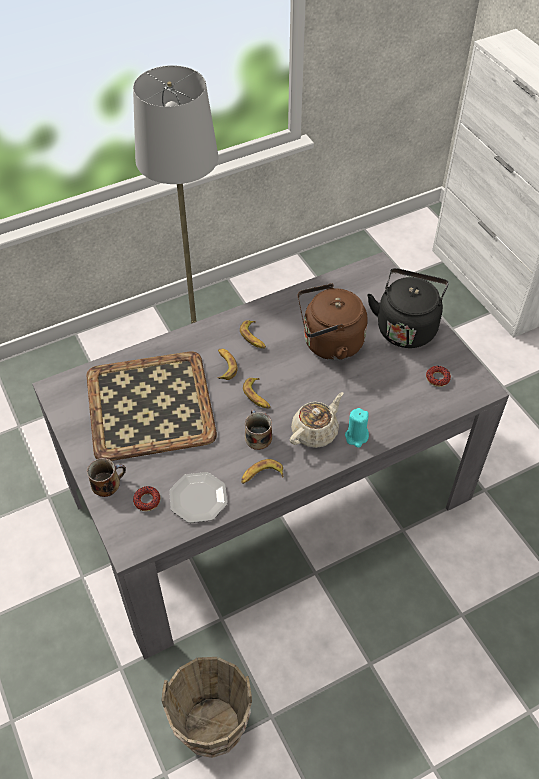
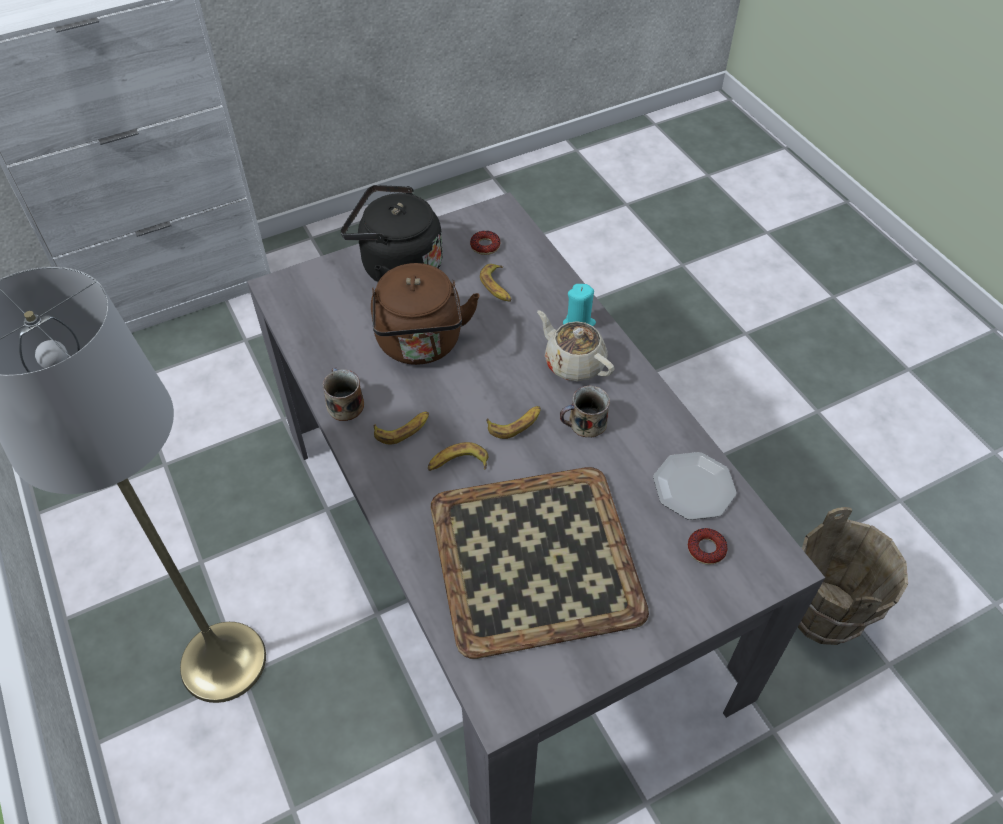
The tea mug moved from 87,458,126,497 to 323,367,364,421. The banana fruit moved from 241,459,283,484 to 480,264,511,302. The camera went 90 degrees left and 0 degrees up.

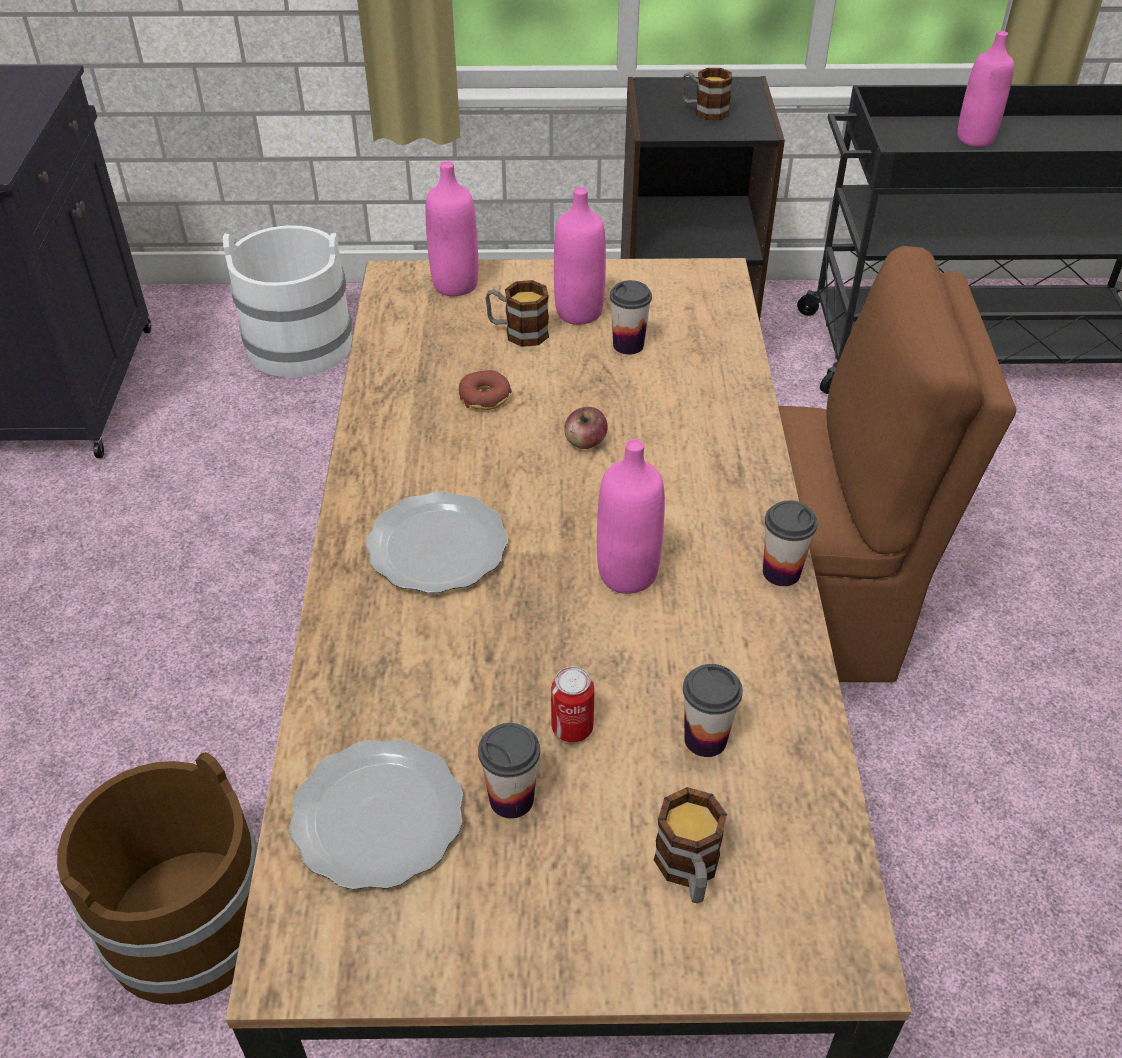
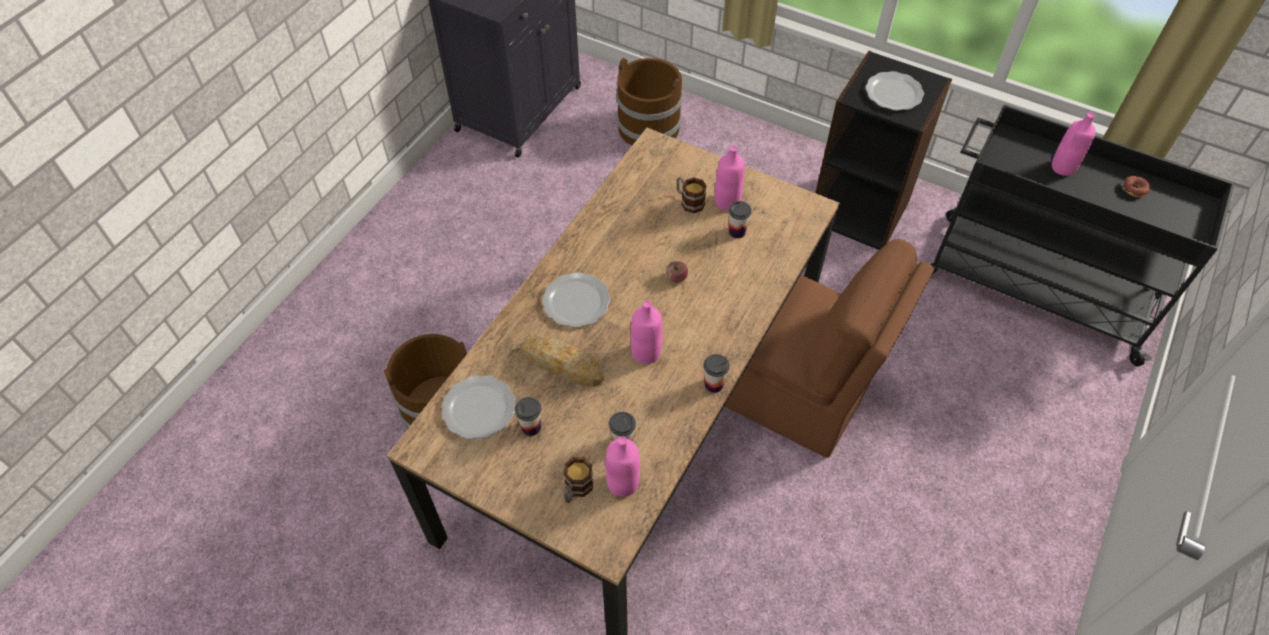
The tea mug at 682,68,732,121 was replaced by the dinner plate at 865,71,924,111. The drink bottle/pinkish moved from 425,161,478,296 to 605,436,640,497. The bucket/white at 223,225,352,377 became the bucket/brown-coloured at 616,58,682,145. The donut moved from 459,370,512,410 to 1123,176,1151,197. The metal can at 551,666,594,742 disappeared. The bread at 521,336,604,387 appeared. The camera went 30 degrees right and 10 degrees up.

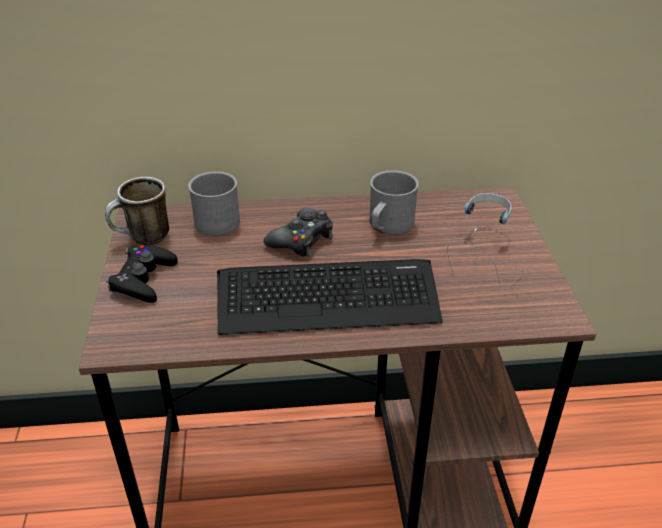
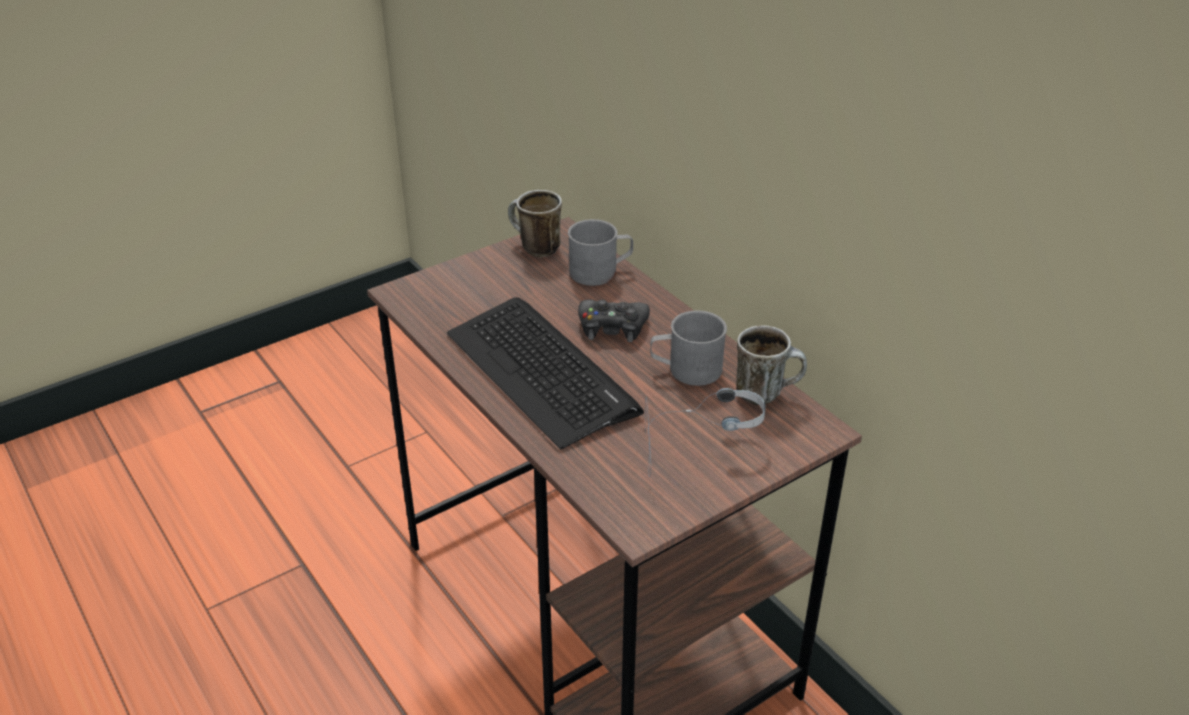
The game controller/black at 106,245,178,303 disappeared. The tea mug at 736,325,807,405 appeared. The camera went 60 degrees right and 0 degrees up.

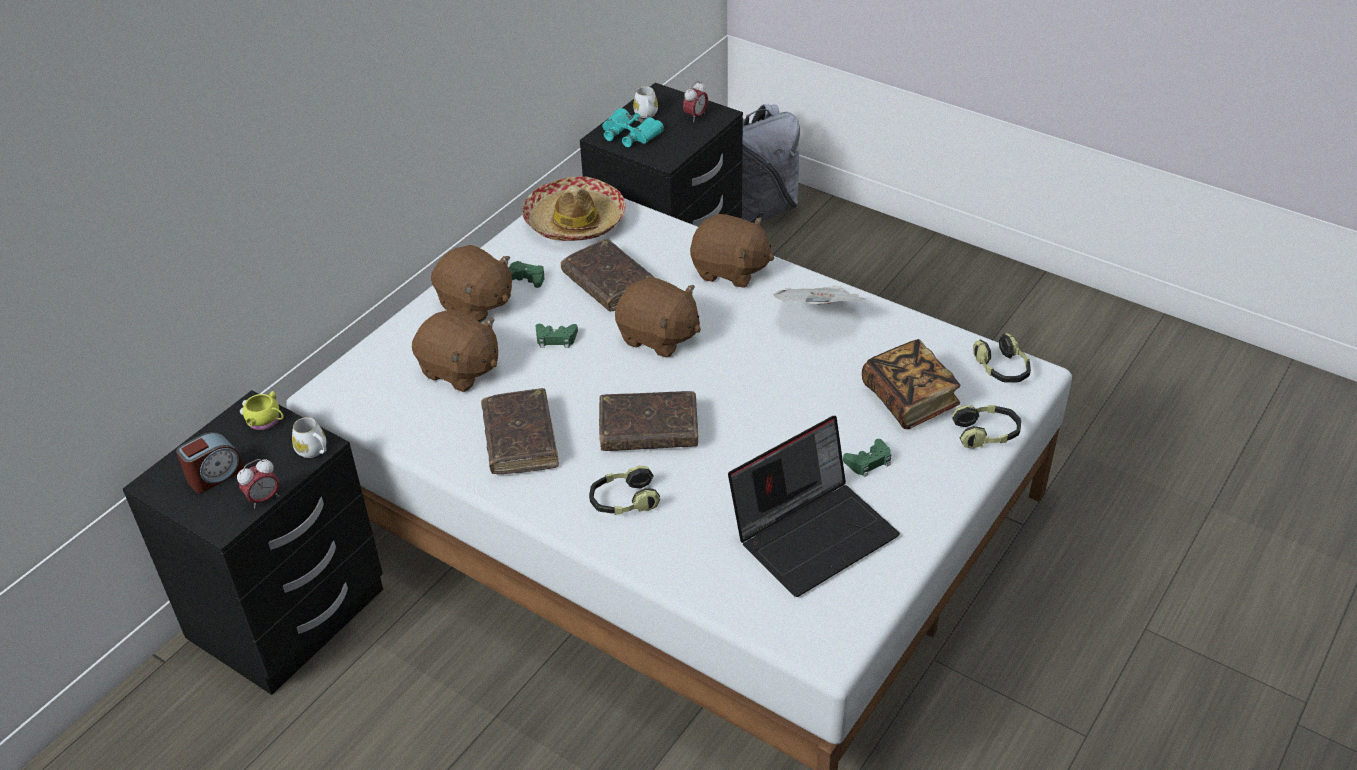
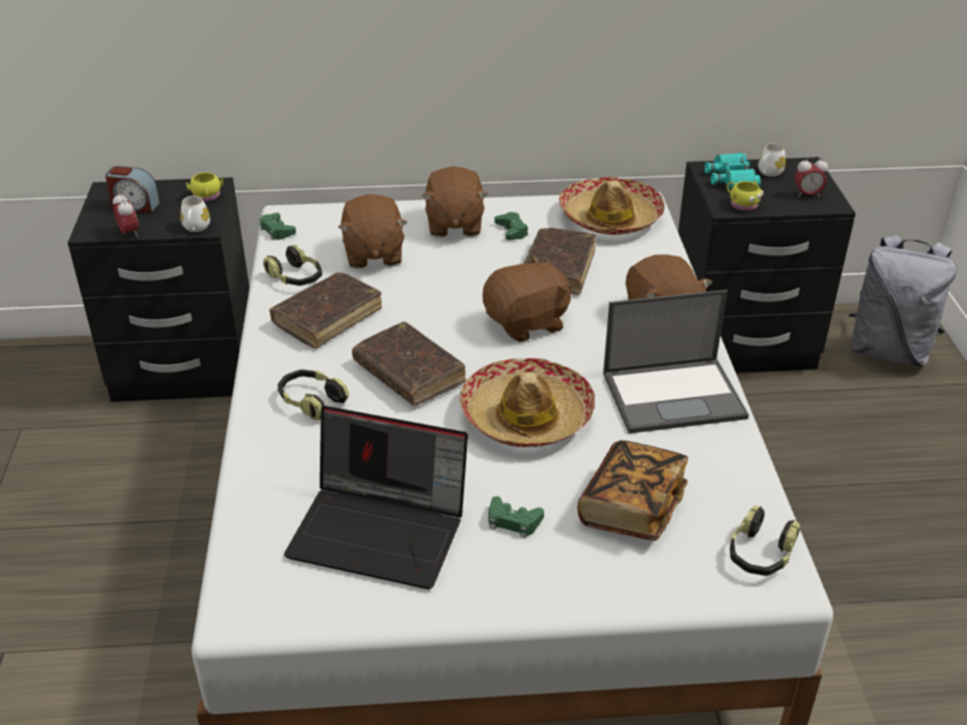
The cuddly toy/brown-coloured at 615,277,701,358 turned 105 degrees counterclockwise. The printed paper at 773,286,865,305 was replaced by the portable computer at 603,290,749,434. The game controller/green moved from 535,324,578,348 to 259,213,296,241. The pair of headphones moved from 952,405,1021,449 to 263,245,322,286. The bedside clock at 237,459,279,509 turned 135 degrees counterclockwise. The tea mug/yellow-coloured at 727,180,764,211 appeared. The hat at 459,358,595,447 appeared. The camera went 50 degrees right and 5 degrees down.

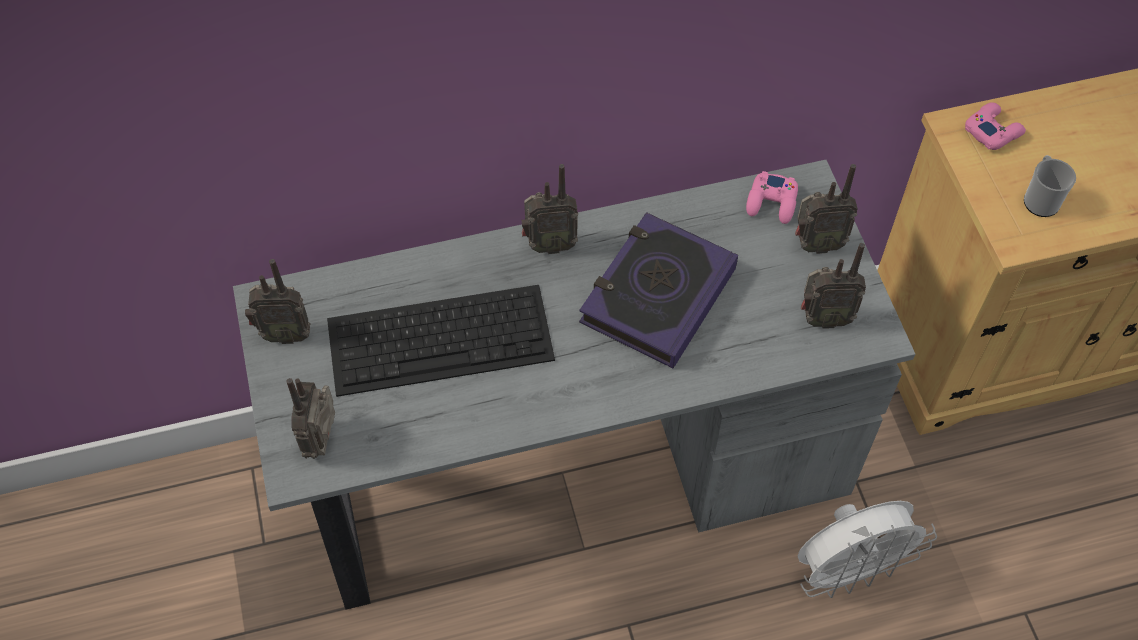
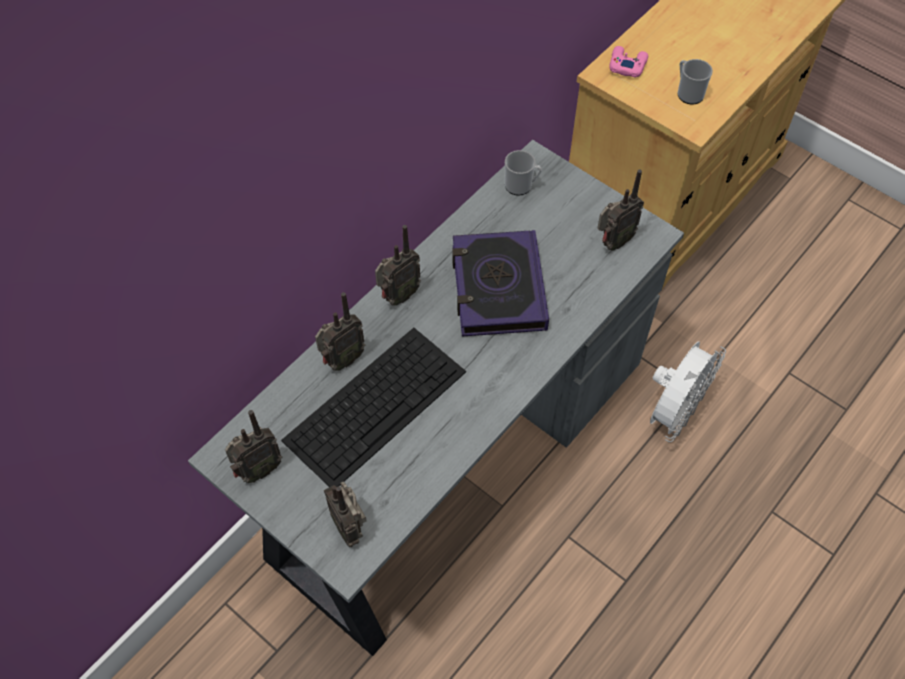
The radio moved from 795,164,858,254 to 315,292,365,371. The game controller/pinkish at 746,171,798,224 was replaced by the tea mug at 505,150,542,196. The camera went 35 degrees left and 0 degrees up.

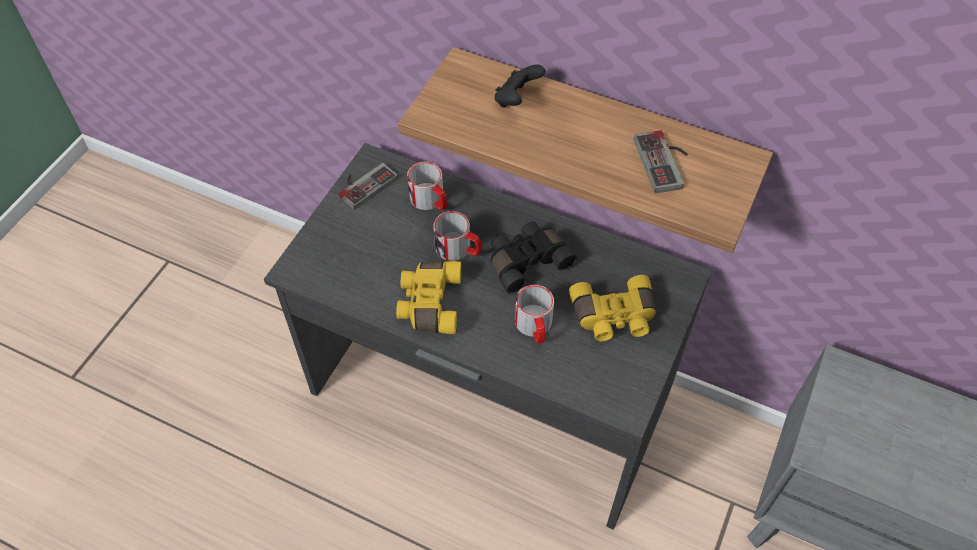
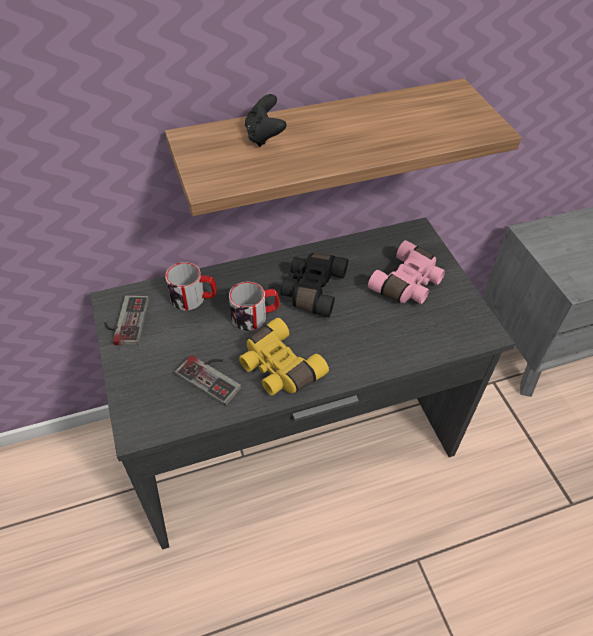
The game controller moved from 634,130,688,193 to 175,355,241,406. The field glasses/yellow-coloured at 569,275,656,341 became the field glasses/pinkish at 368,240,445,304. The tea mug at 515,285,554,344 disappeared. The camera went 45 degrees left and 5 degrees down.

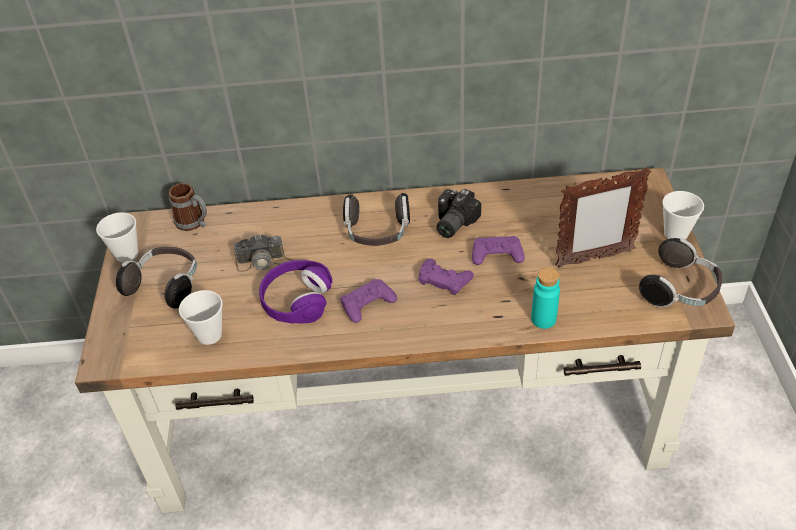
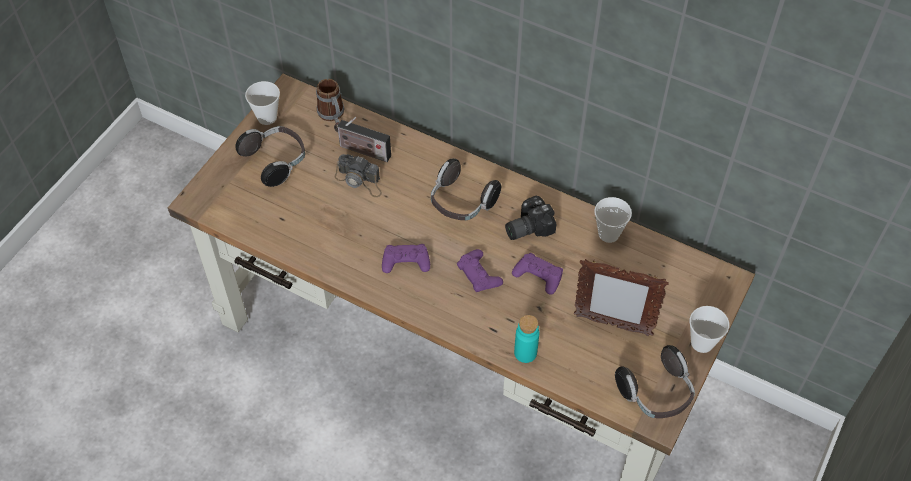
The pair of headphones/purplish at 259,260,333,323 disappeared. The cup moved from 179,290,223,345 to 594,197,632,243. The radio at 334,117,391,162 appeared. The camera went 30 degrees right and 10 degrees up.

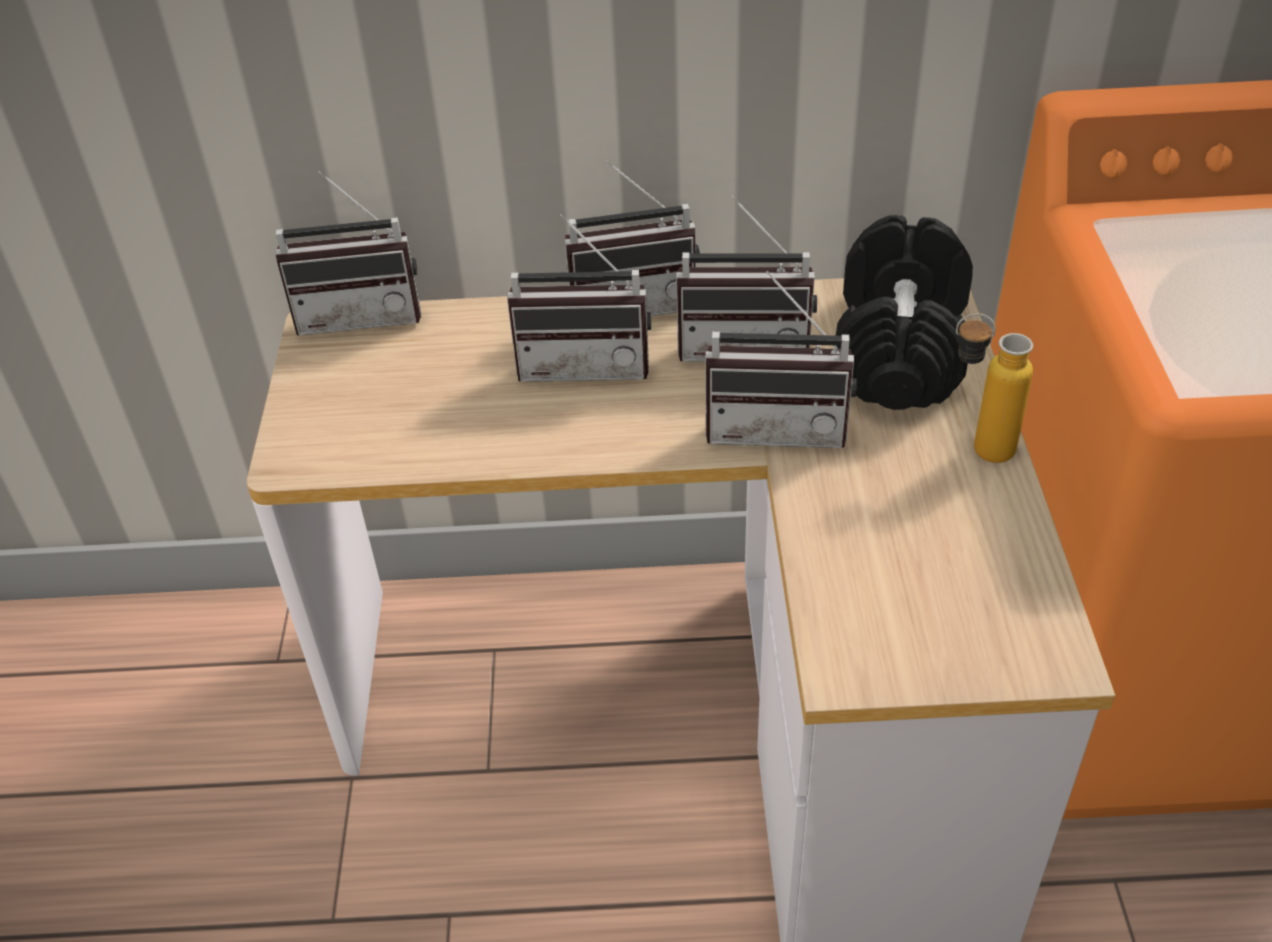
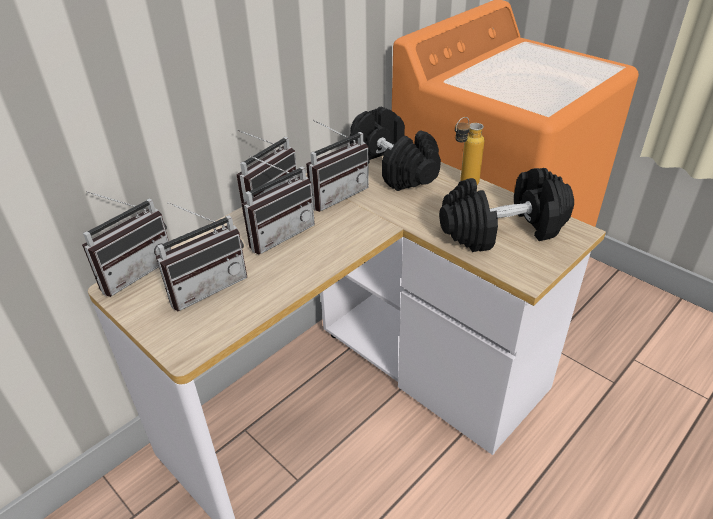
The radio moved from 705,271,856,448 to 156,202,247,311. The hand weight/black at 439,168,574,252 appeared. The camera went 45 degrees left and 5 degrees down.

